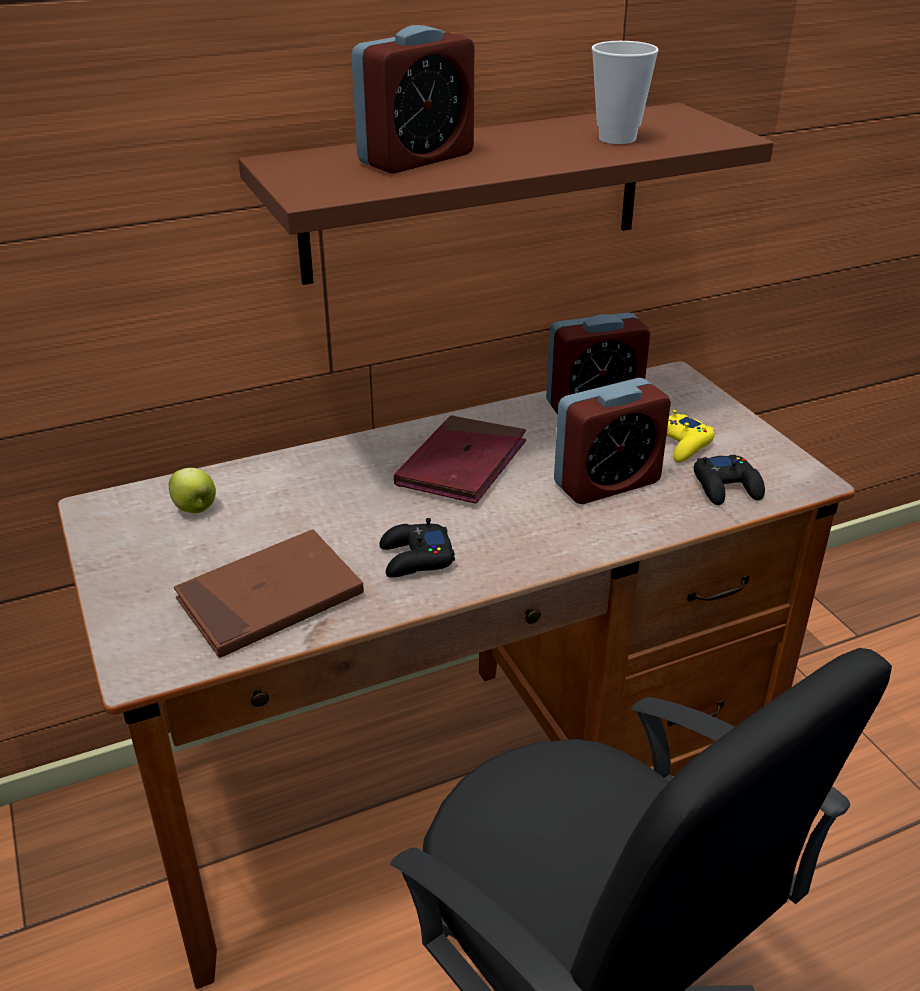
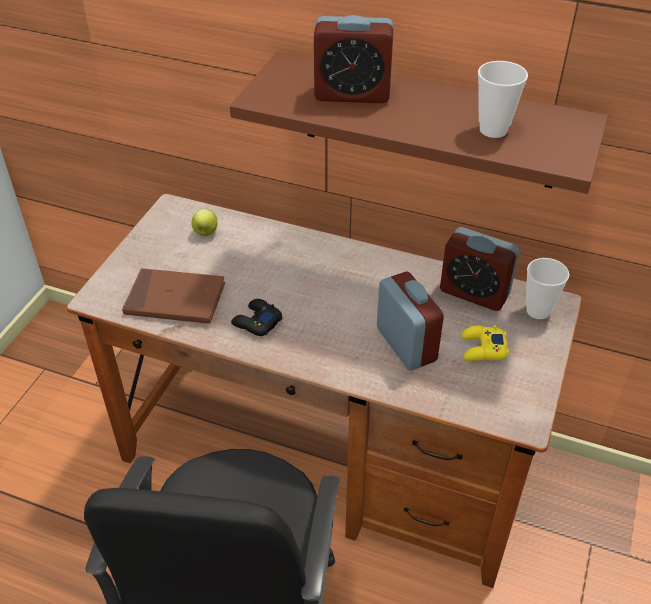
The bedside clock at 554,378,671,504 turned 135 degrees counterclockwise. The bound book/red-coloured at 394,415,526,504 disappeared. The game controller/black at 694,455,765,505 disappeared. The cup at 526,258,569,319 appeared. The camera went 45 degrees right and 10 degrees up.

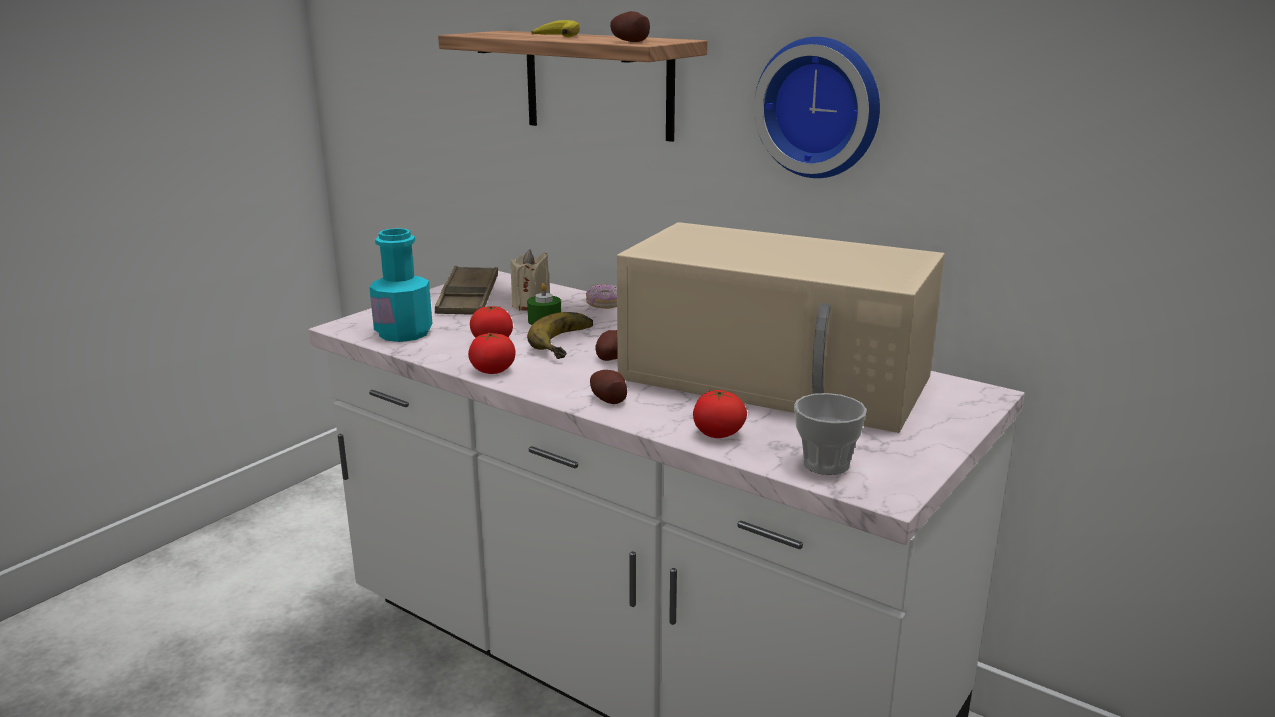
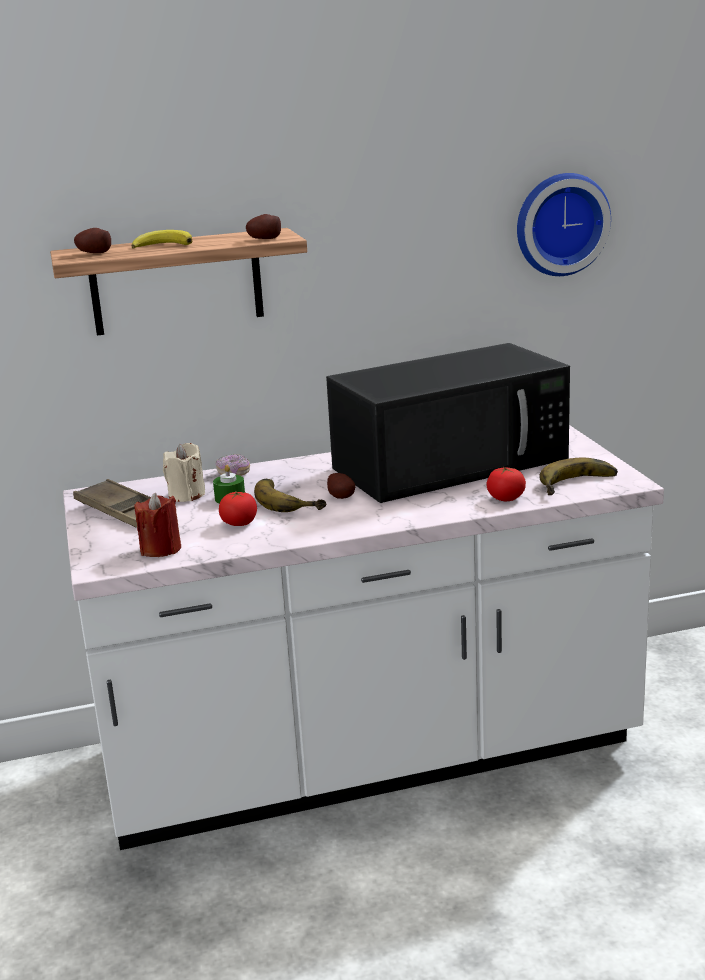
The clock on the wall moved from 754,37,880,178 to 517,173,611,276. The microwave/beige at 617,222,945,433 became the microwave/black at 326,343,570,503. The drink bottle/blue-green at 369,228,432,342 was replaced by the wax light/red-coloured at 135,492,181,557. The tomato at 468,332,515,374 disappeared. The potato moved from 590,370,627,404 to 74,228,111,253. The cup at 794,393,867,475 was replaced by the banana fruit at 539,458,618,495. The camera went 50 degrees left and 0 degrees up.

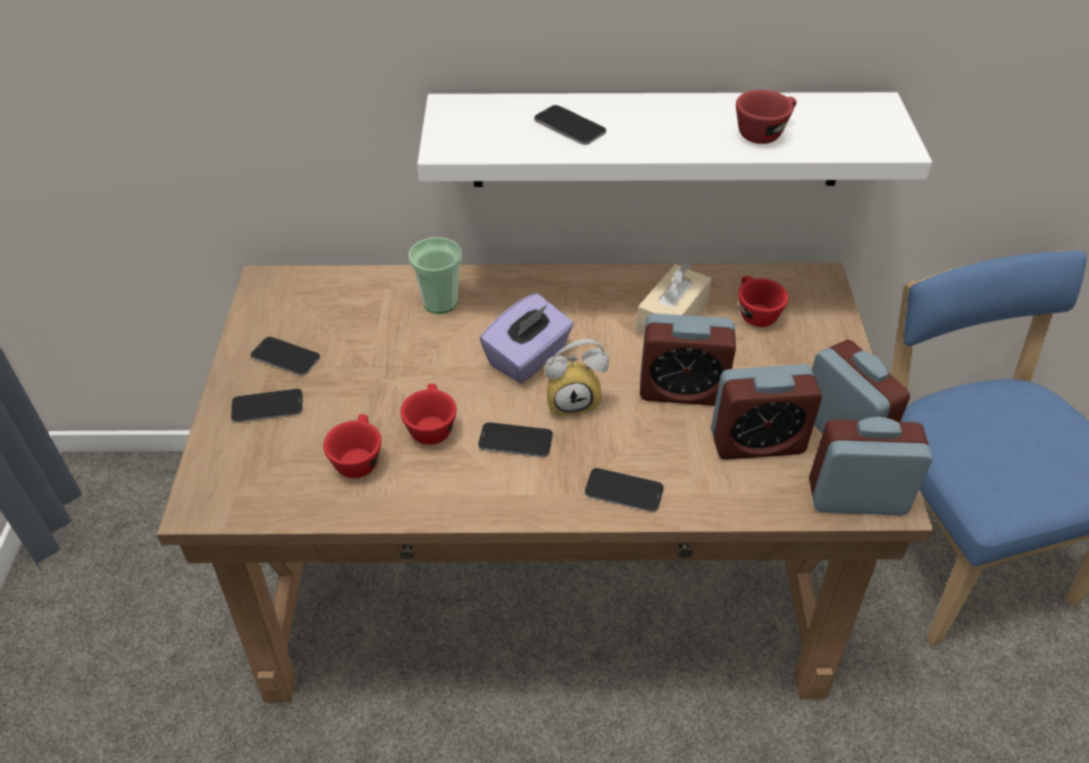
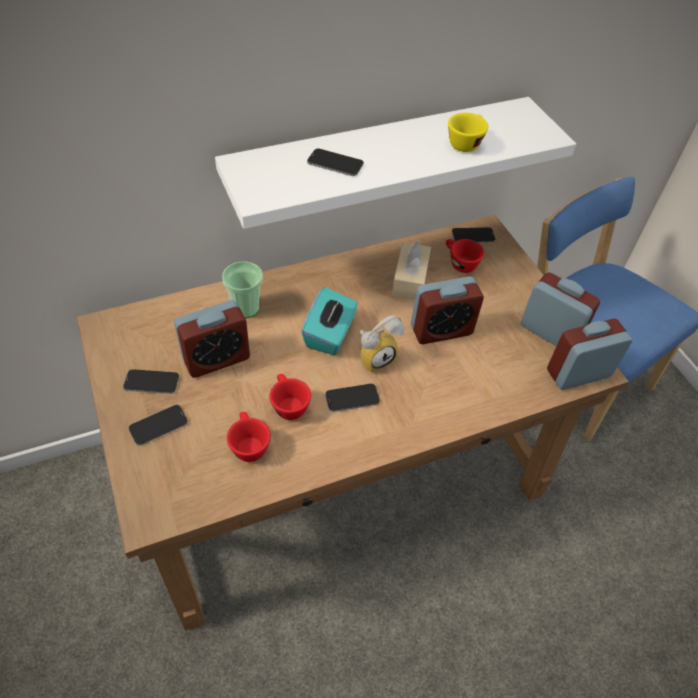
The cup/red-coloured at 736,90,797,144 became the cup/yellow-coloured at 448,113,488,152. The tissue holder/purplish at 480,293,574,383 became the tissue holder/blue-green at 302,287,358,355. The bedside clock moved from 711,364,822,460 to 174,300,250,378. The handset moved from 585,468,664,512 to 452,227,496,243. The camera went 25 degrees left and 5 degrees up.

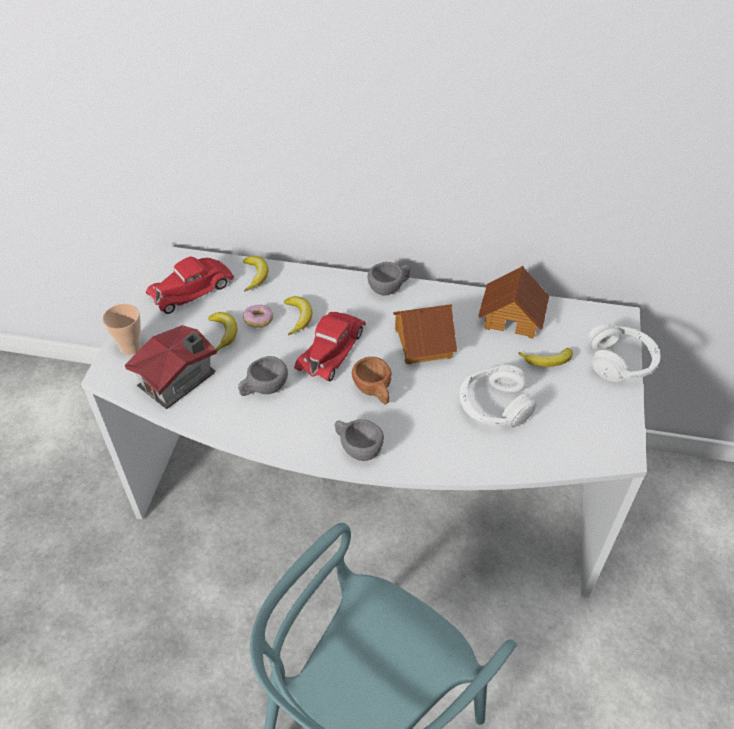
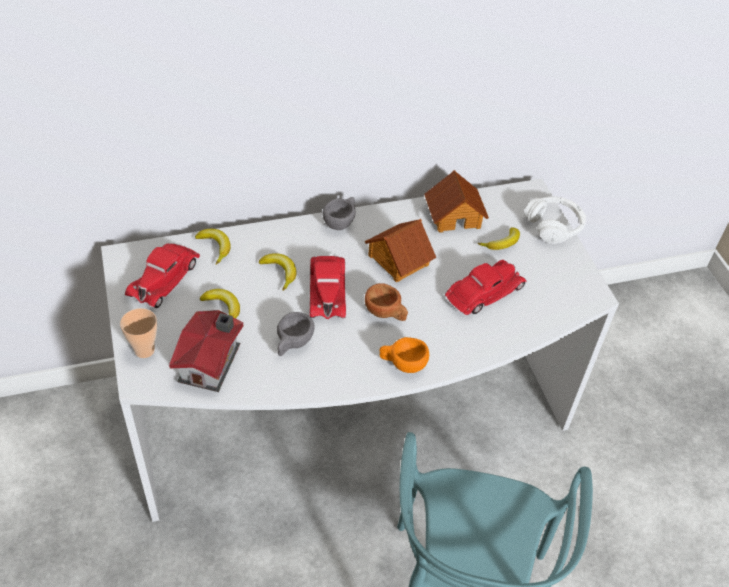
The donut at 243,305,273,327 disappeared. The pair of headphones/white at 459,365,536,427 was replaced by the miniature car/red-coloured at 445,260,527,315. The cup/greyish at 335,419,384,461 became the cup/orange-coloured at 380,337,429,373. The camera went 30 degrees left and 0 degrees up.

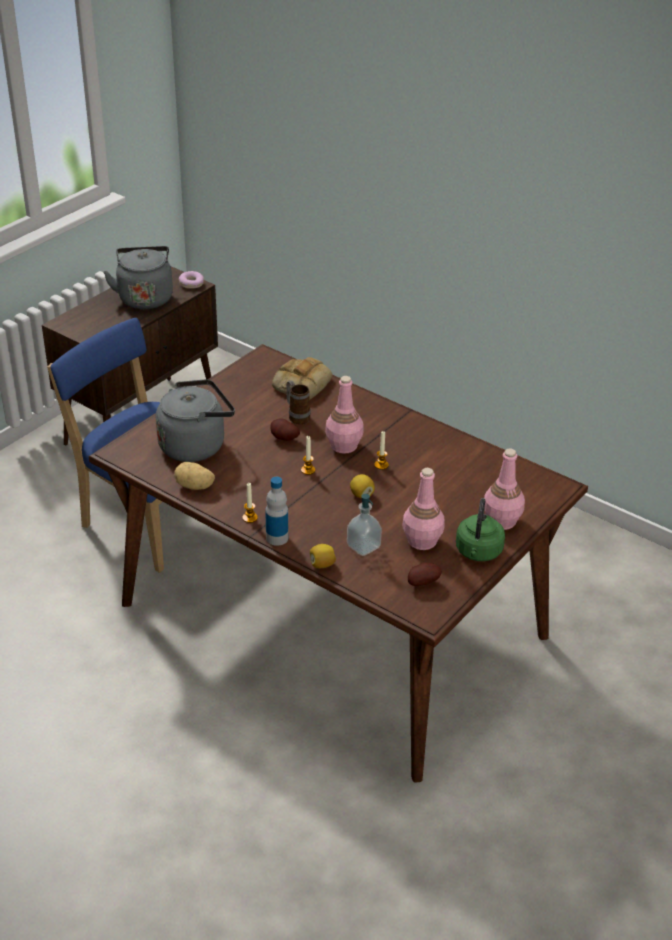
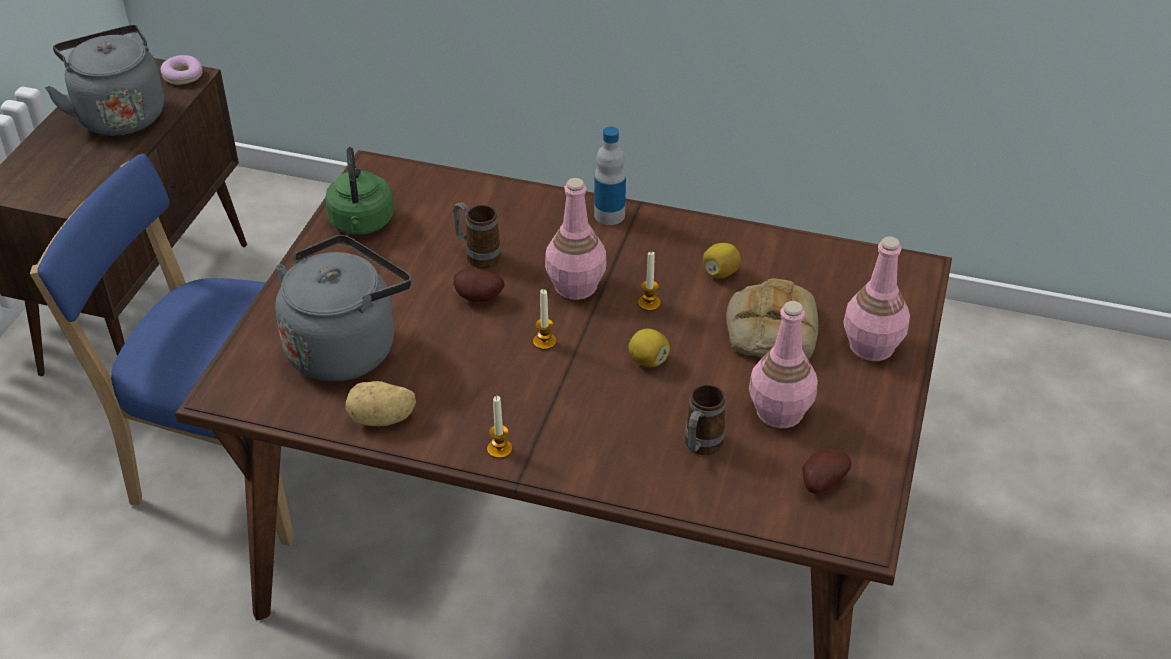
The bread moved from 272,357,333,399 to 726,278,818,359. The drink bottle moved from 265,477,288,546 to 594,127,626,225. The soap dispenser at 347,494,382,556 was replaced by the tea mug at 685,384,726,455. The tea kettle/green moved from 456,498,505,561 to 325,147,394,235. The citrus fruit moved from 310,544,336,568 to 703,243,741,279. The camera went 20 degrees left and 5 degrees up.

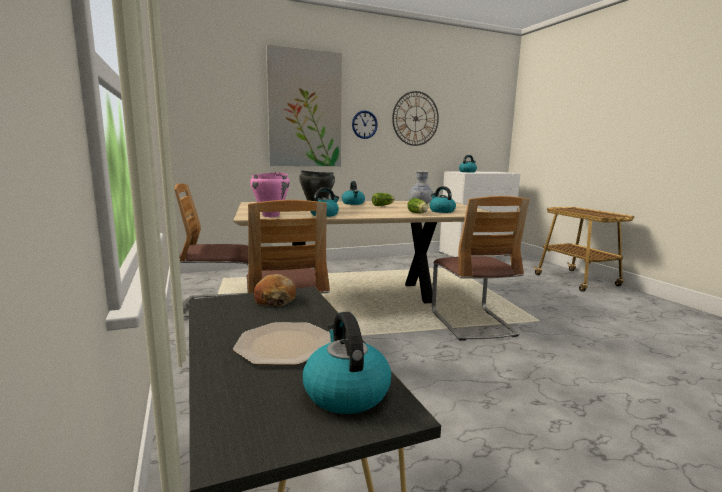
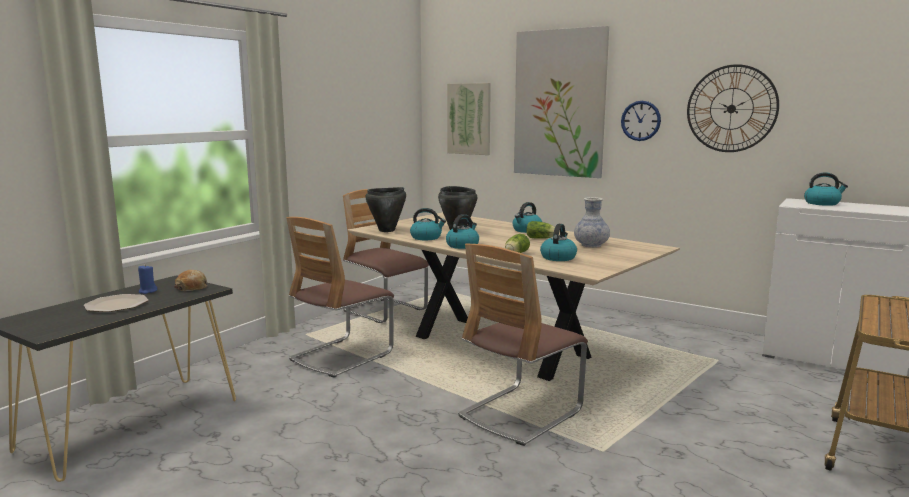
The cooking pot/pinkish at 250,172,290,217 became the cooking pot/black at 365,187,406,232. The tea kettle moved from 303,312,391,414 to 446,214,479,249. The wall picture at 447,83,491,155 appeared. The wax light/blue at 138,265,157,294 appeared. The camera went 55 degrees right and 0 degrees up.

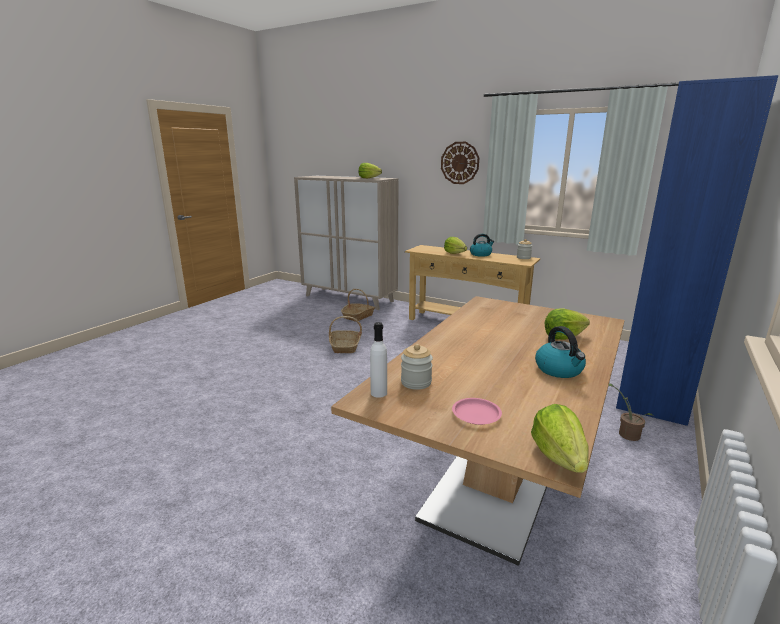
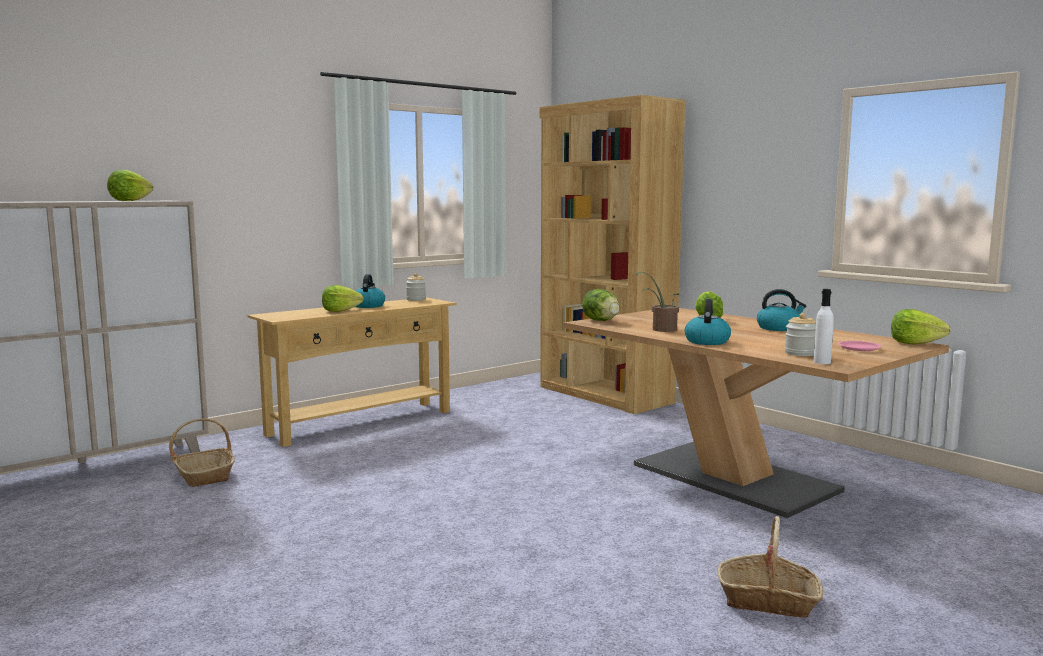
The shelving unit/blue at 616,75,779,426 became the shelving unit/brown-coloured at 540,95,685,414. The clock on the wall at 441,142,479,184 disappeared. The storage basket moved from 329,316,362,353 to 718,516,823,618. The potted plant moved from 609,383,654,441 to 636,272,679,332. The lettuce at 582,289,620,321 appeared. The tea kettle at 685,299,731,345 appeared. The camera went 70 degrees left and 10 degrees down.

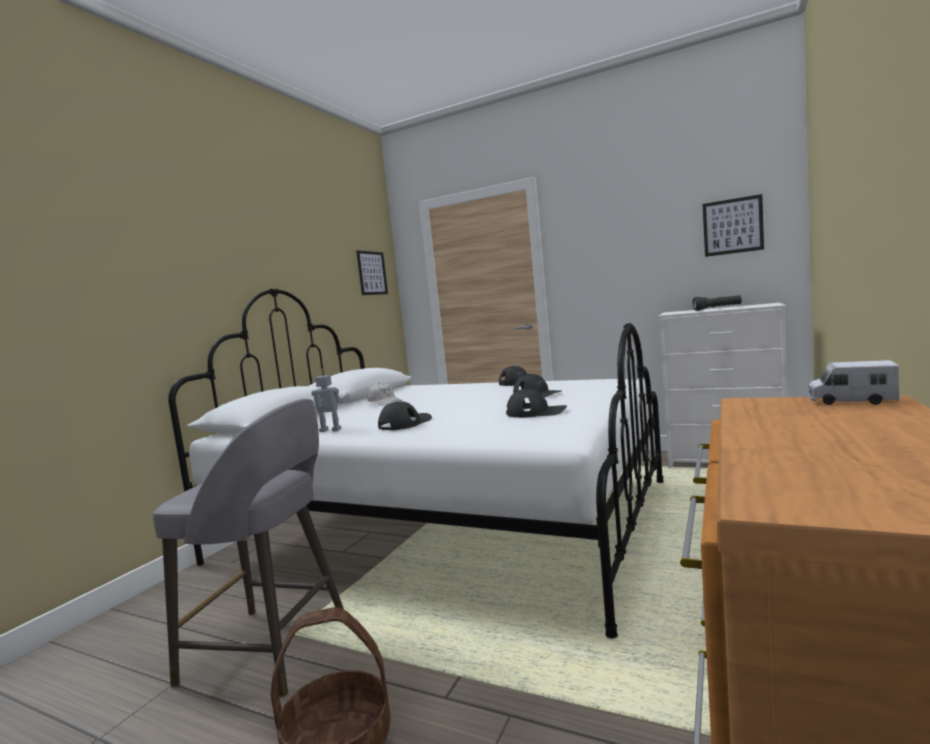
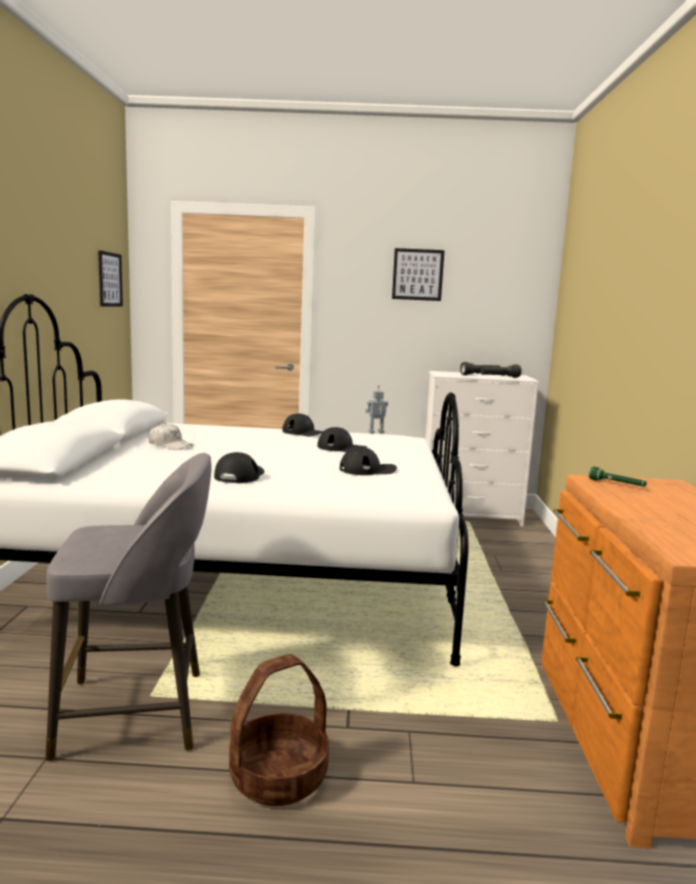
The wall picture moved from 703,194,764,257 to 392,248,445,301. The toy lorry at 808,360,900,405 disappeared. The model robot moved from 311,369,344,432 to 366,385,388,433. The flashlight/black at 480,365,522,378 appeared. The flashlight/green at 589,466,647,487 appeared. The camera went 25 degrees left and 5 degrees up.

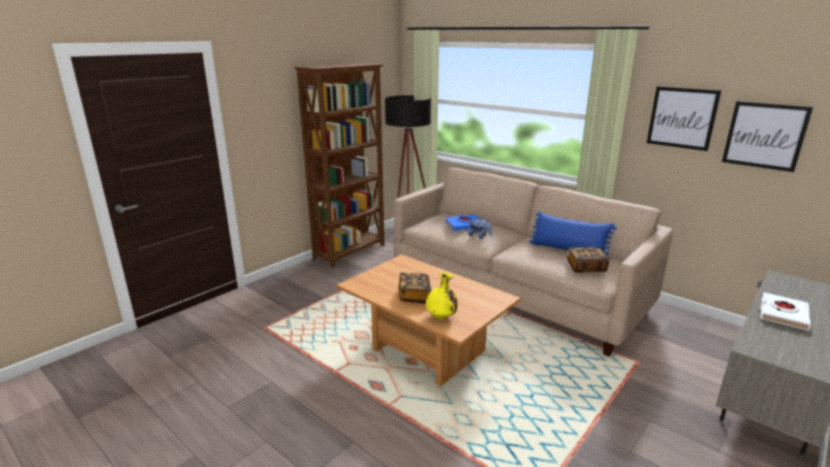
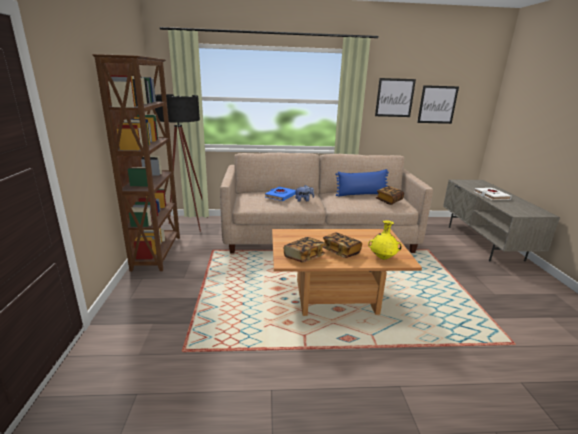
The bound book at 284,237,325,263 appeared. The camera went 45 degrees left and 0 degrees up.

